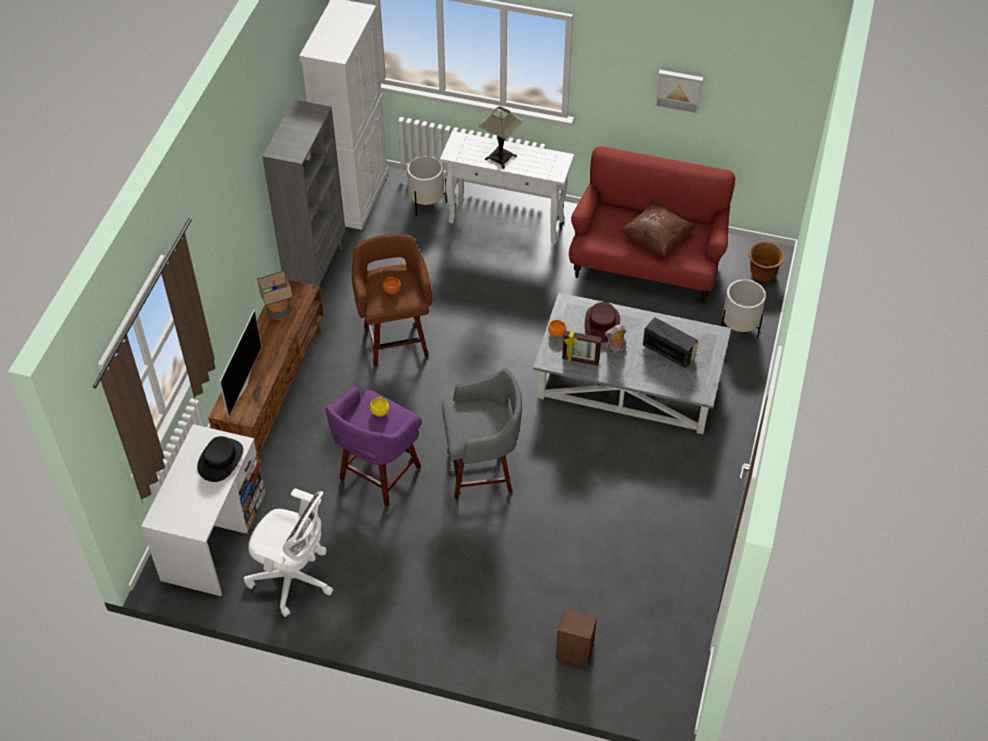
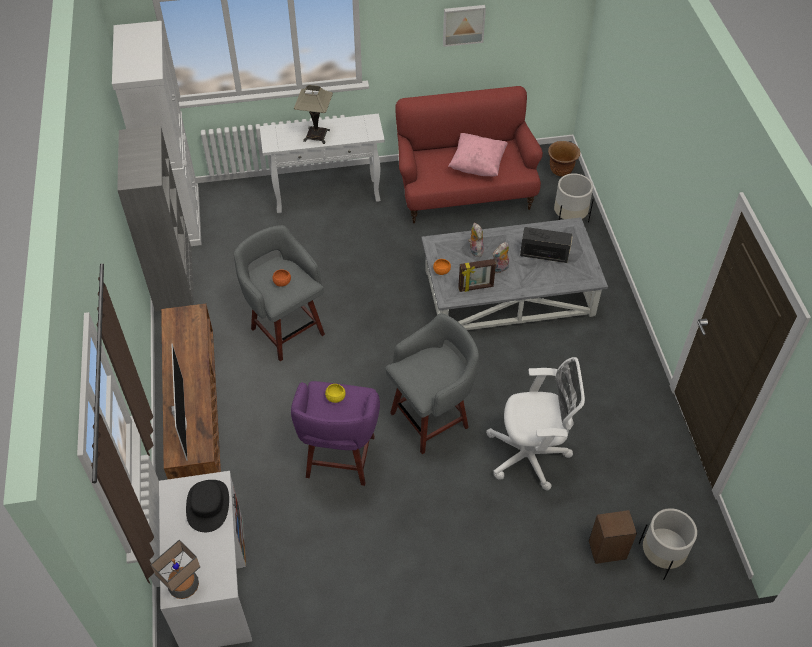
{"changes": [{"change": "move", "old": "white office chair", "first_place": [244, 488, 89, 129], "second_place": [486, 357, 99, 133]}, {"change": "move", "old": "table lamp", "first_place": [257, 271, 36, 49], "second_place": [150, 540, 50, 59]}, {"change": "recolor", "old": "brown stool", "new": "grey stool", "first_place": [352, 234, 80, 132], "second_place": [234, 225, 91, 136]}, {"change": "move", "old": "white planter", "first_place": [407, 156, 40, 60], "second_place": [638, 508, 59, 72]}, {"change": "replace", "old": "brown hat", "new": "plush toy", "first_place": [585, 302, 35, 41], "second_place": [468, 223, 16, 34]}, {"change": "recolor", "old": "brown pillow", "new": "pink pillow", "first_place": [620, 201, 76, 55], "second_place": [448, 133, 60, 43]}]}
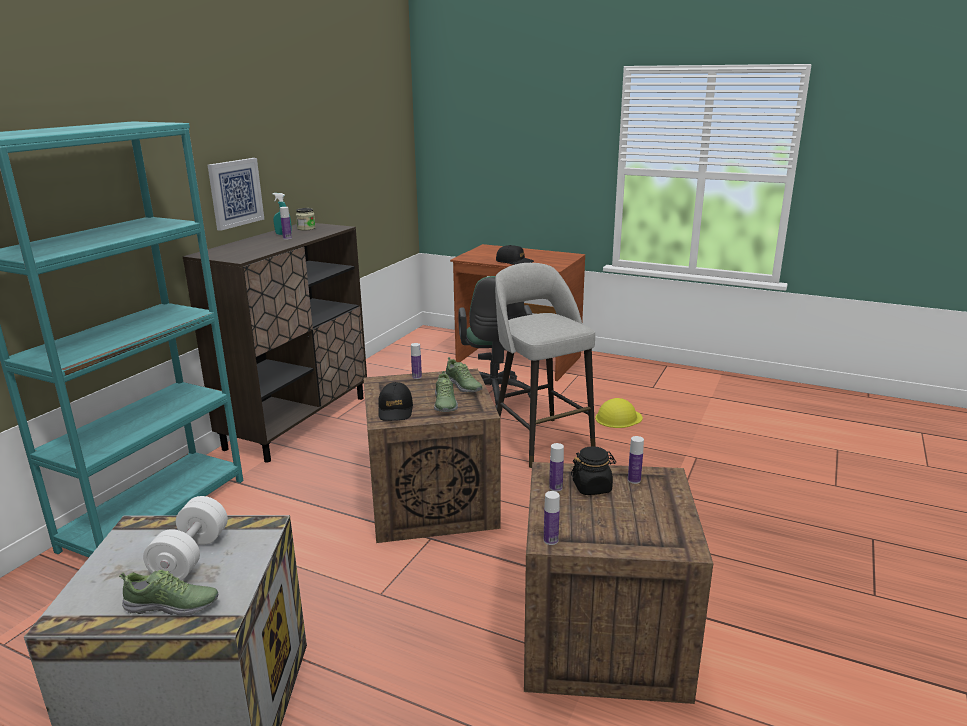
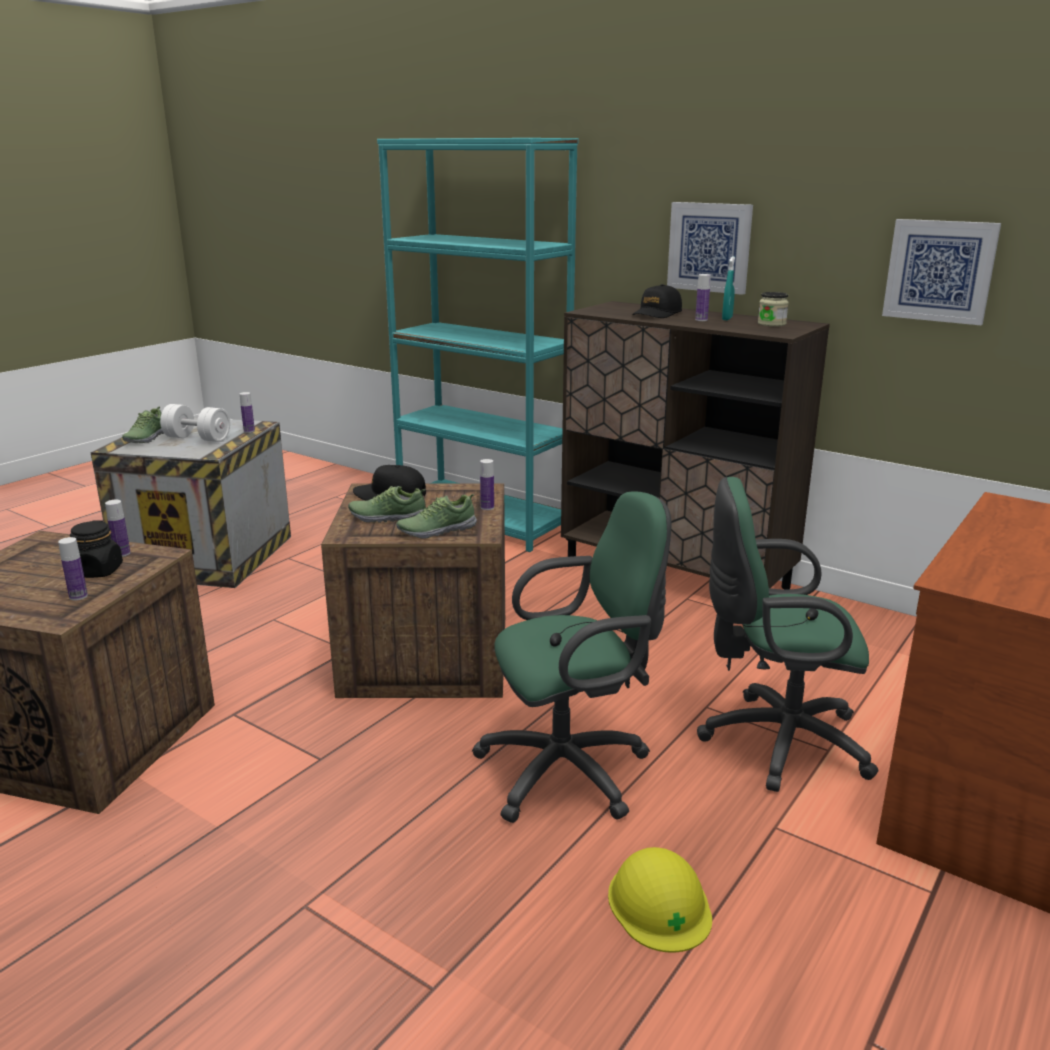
{"changes": [{"change": "replace", "old": "grey stool", "new": "green office chair", "first_place": [495, 263, 101, 205], "second_place": [472, 491, 200, 332]}, {"change": "move", "old": "black cap", "first_place": [496, 245, 38, 20], "second_place": [632, 284, 50, 34]}, {"change": "move", "old": "bottle", "first_place": [544, 491, 16, 54], "second_place": [240, 392, 15, 41]}, {"change": "insert", "new": "picture", "second_place": [882, 219, 119, 106]}]}
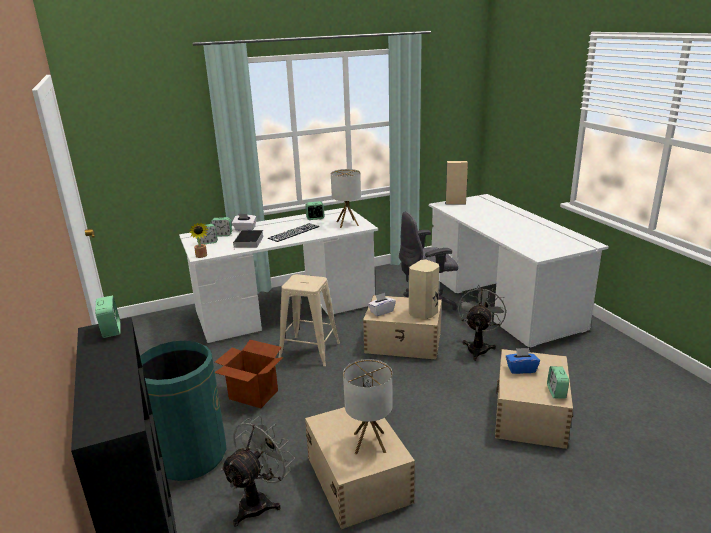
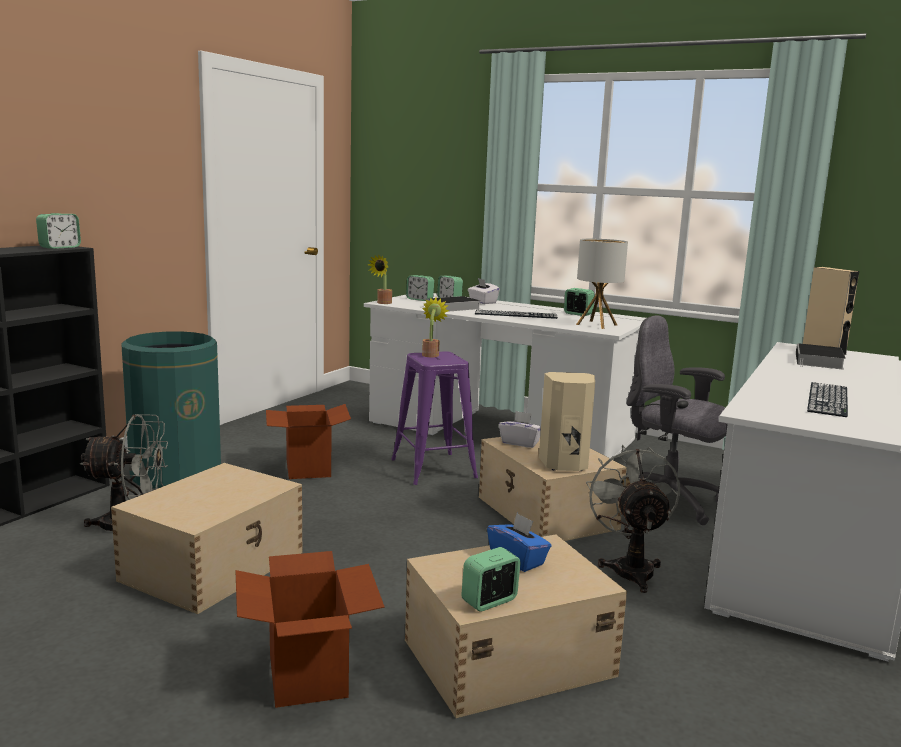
{"changes": [{"change": "recolor", "old": "beige stool", "new": "purple stool", "first_place": [278, 274, 62, 92], "second_place": [391, 351, 87, 134]}, {"change": "delete", "old": "table lamp", "first_place": [343, 359, 50, 95]}, {"change": "rotate", "old": "grey fan", "first_place": [458, 285, 49, 76], "second_place": [586, 445, 94, 148], "degrees": -75}, {"change": "insert", "new": "cardboard box", "second_place": [235, 551, 150, 157]}, {"change": "insert", "new": "potted plant", "second_place": [422, 297, 27, 60]}, {"change": "insert", "new": "book", "second_place": [796, 343, 50, 27]}, {"change": "insert", "new": "keyboard", "second_place": [807, 382, 41, 35]}]}
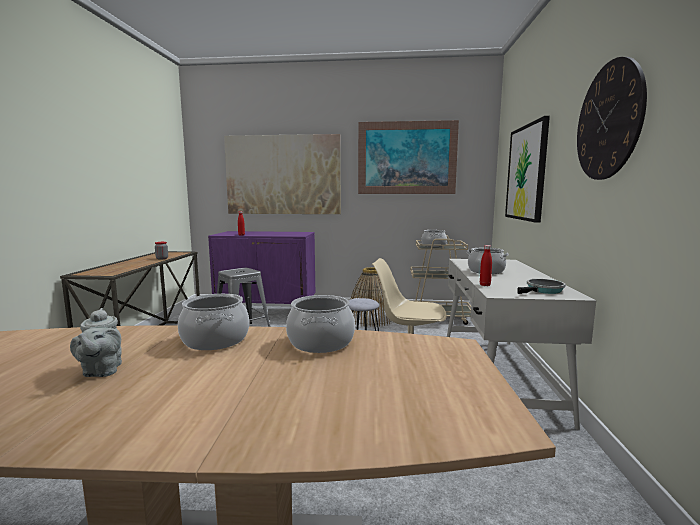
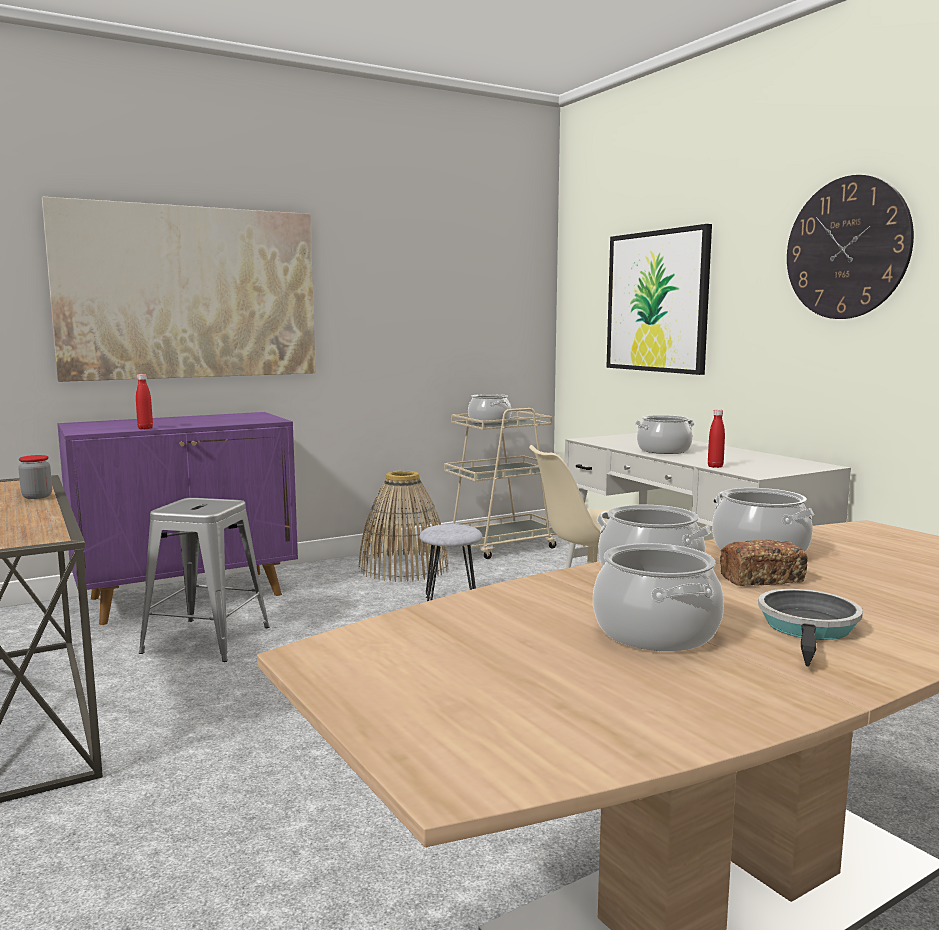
{"changes": [{"change": "replace", "old": "grey teapot", "new": "cooking pot", "first_place": [70, 308, 52, 69], "second_place": [593, 543, 131, 108]}, {"change": "delete", "old": "picture", "first_place": [358, 120, 101, 74]}, {"change": "move", "old": "frying pan", "first_place": [517, 279, 49, 15], "second_place": [758, 589, 105, 78]}, {"change": "insert", "new": "bread", "second_place": [720, 540, 88, 46]}]}
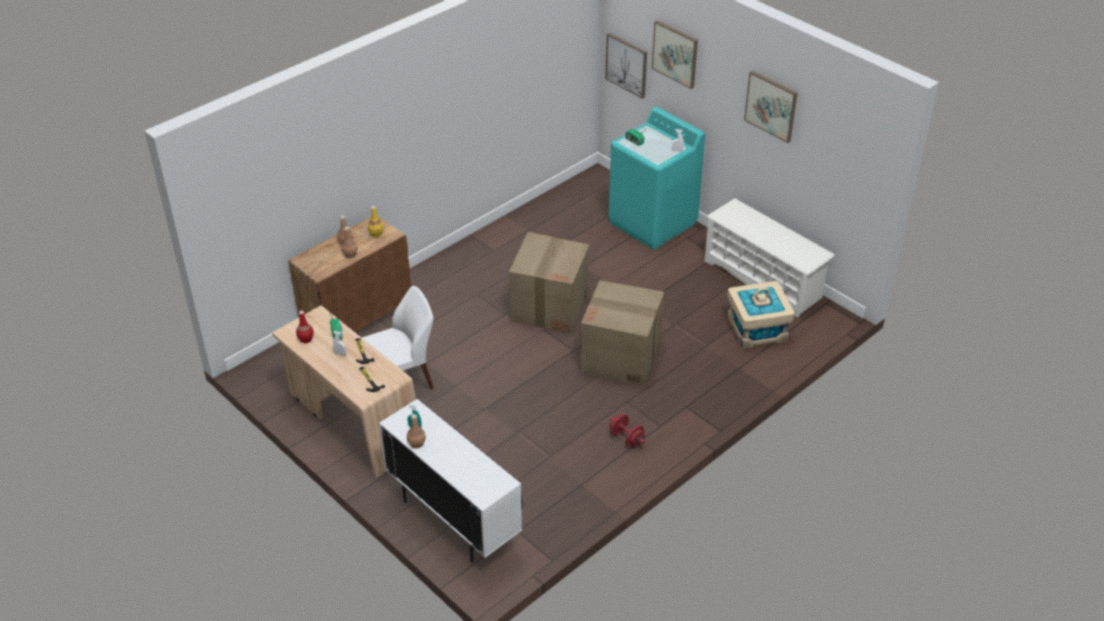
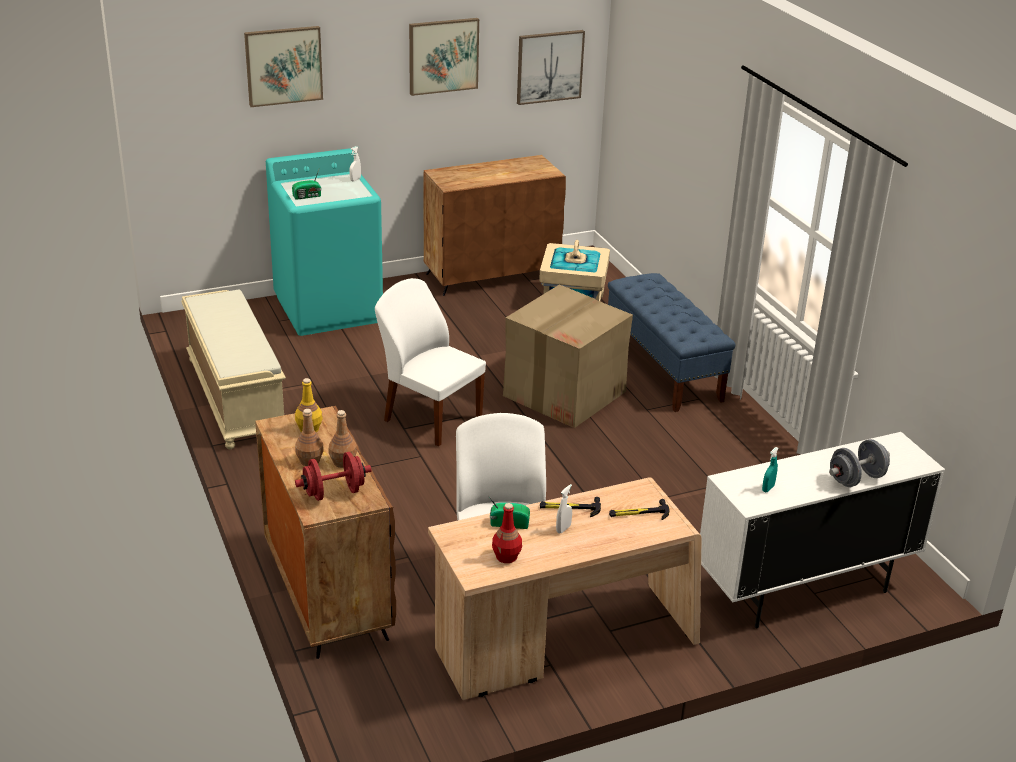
{"changes": [{"change": "delete", "old": "brown bottle", "first_place": [407, 414, 19, 34]}, {"change": "replace", "old": "cardboard box", "new": "white chair", "first_place": [509, 232, 81, 101], "second_place": [375, 278, 111, 169]}, {"change": "move", "old": "picture", "first_place": [605, 33, 42, 66], "second_place": [517, 30, 68, 75]}, {"change": "move", "old": "red dumbbell", "first_place": [610, 414, 35, 33], "second_place": [295, 452, 77, 49]}, {"change": "replace", "old": "white shoe rack", "new": "brown cabinet", "first_place": [704, 198, 131, 120], "second_place": [424, 155, 142, 141]}, {"change": "insert", "new": "beige bench", "second_place": [181, 290, 105, 159]}, {"change": "insert", "new": "blue bench", "second_place": [608, 273, 128, 139]}, {"change": "insert", "new": "grey dumbbell", "second_place": [829, 439, 61, 48]}]}
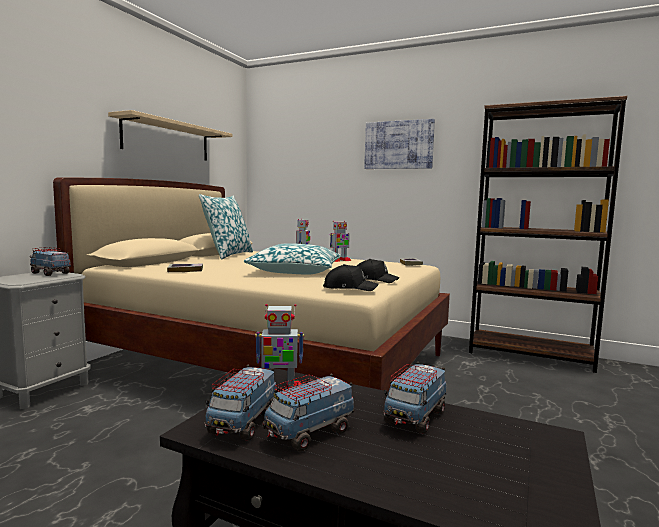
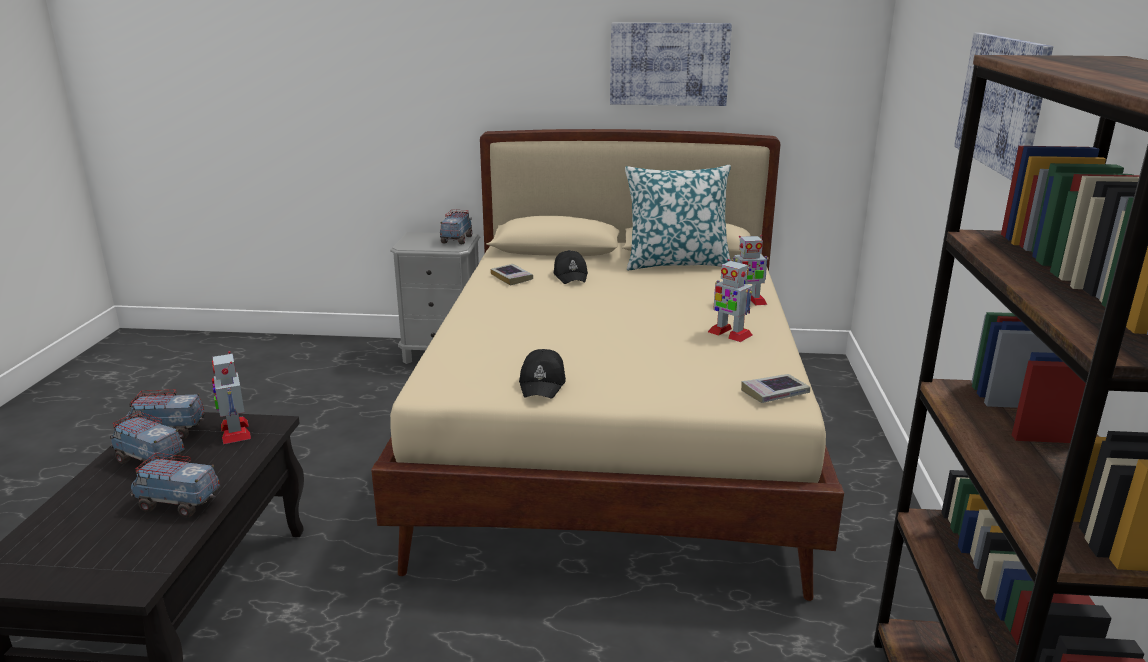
{"changes": [{"change": "replace", "old": "beige shelf", "new": "picture", "first_place": [108, 110, 125, 51], "second_place": [610, 23, 122, 83]}, {"change": "delete", "old": "pillow", "first_place": [244, 243, 97, 32]}, {"change": "move", "old": "black cap", "first_place": [323, 264, 56, 27], "second_place": [553, 250, 35, 34]}]}
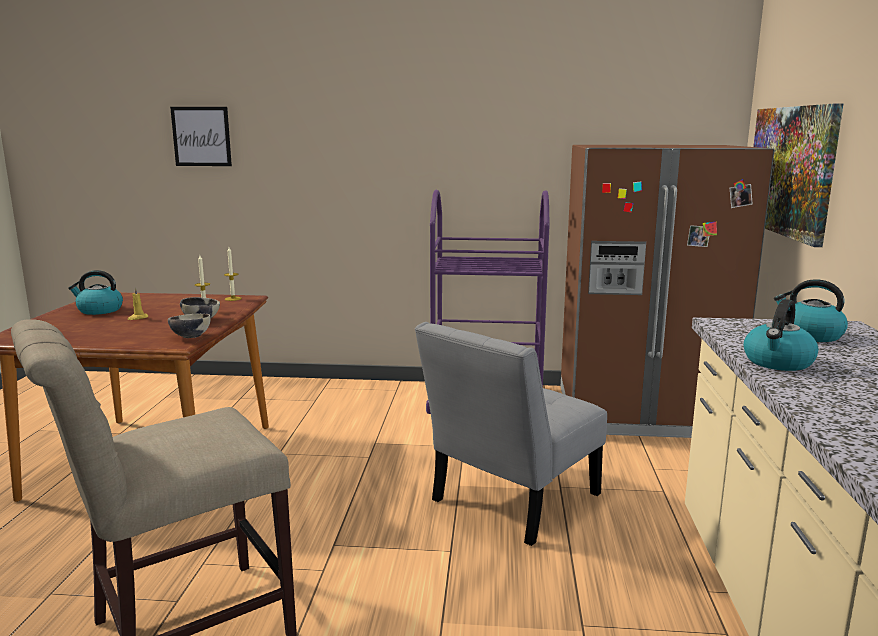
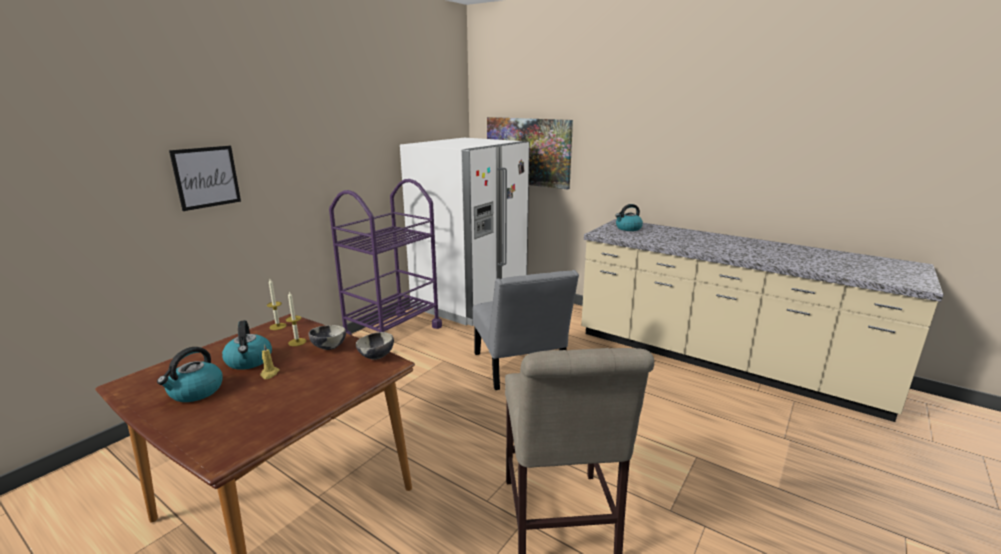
{"changes": [{"change": "move", "old": "picture", "first_place": [170, 107, 62, 59], "second_place": [169, 146, 72, 65]}, {"change": "recolor", "old": "brown fridge", "new": "white fridge", "first_place": [561, 145, 213, 293], "second_place": [400, 138, 130, 188]}, {"change": "move", "old": "kettle", "first_place": [743, 299, 75, 72], "second_place": [222, 320, 50, 50]}]}
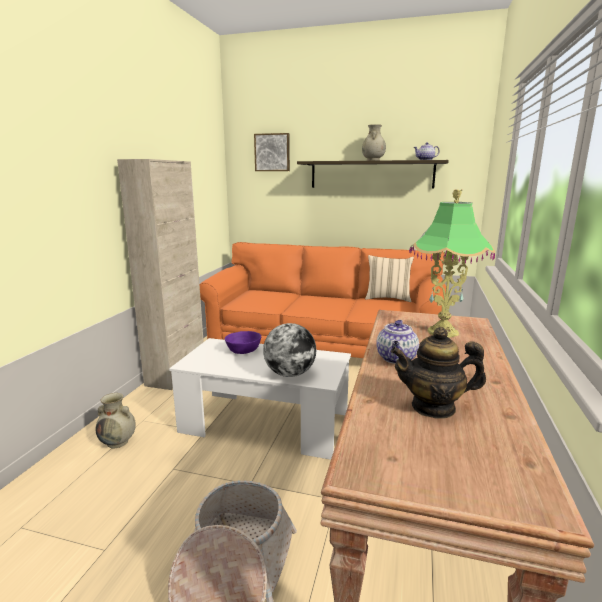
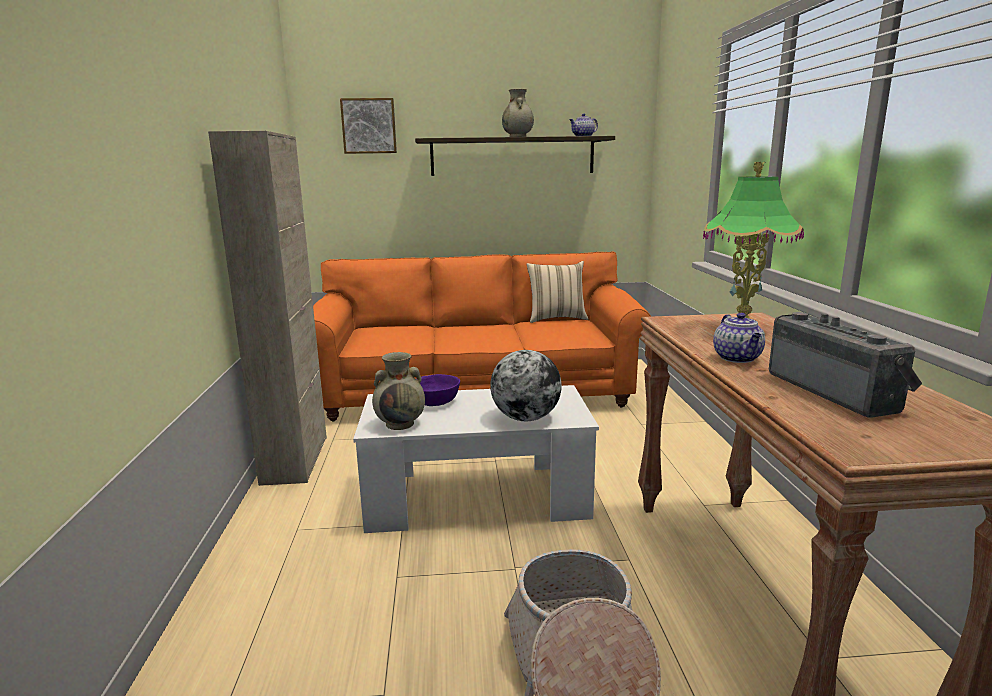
{"changes": [{"change": "move", "old": "beige vase", "first_place": [95, 393, 41, 55], "second_place": [372, 352, 53, 78]}, {"change": "replace", "old": "teapot", "new": "radio", "first_place": [391, 327, 95, 91], "second_place": [769, 312, 153, 105]}]}
